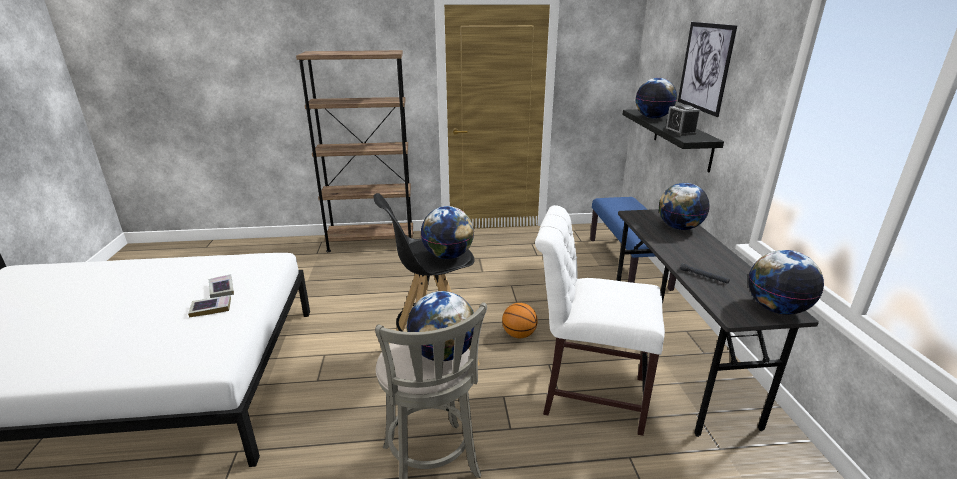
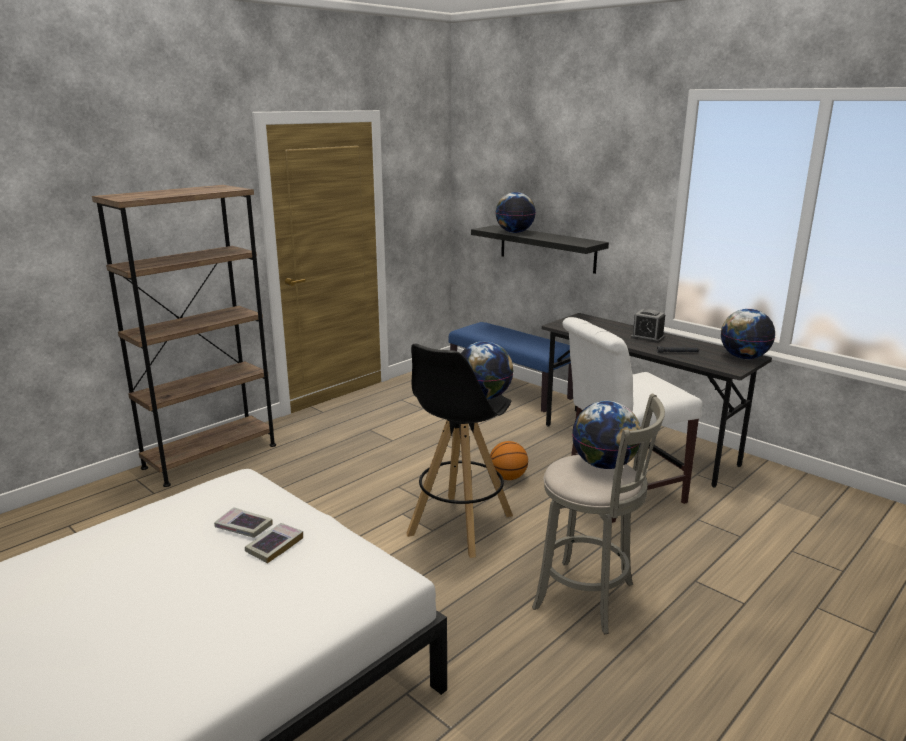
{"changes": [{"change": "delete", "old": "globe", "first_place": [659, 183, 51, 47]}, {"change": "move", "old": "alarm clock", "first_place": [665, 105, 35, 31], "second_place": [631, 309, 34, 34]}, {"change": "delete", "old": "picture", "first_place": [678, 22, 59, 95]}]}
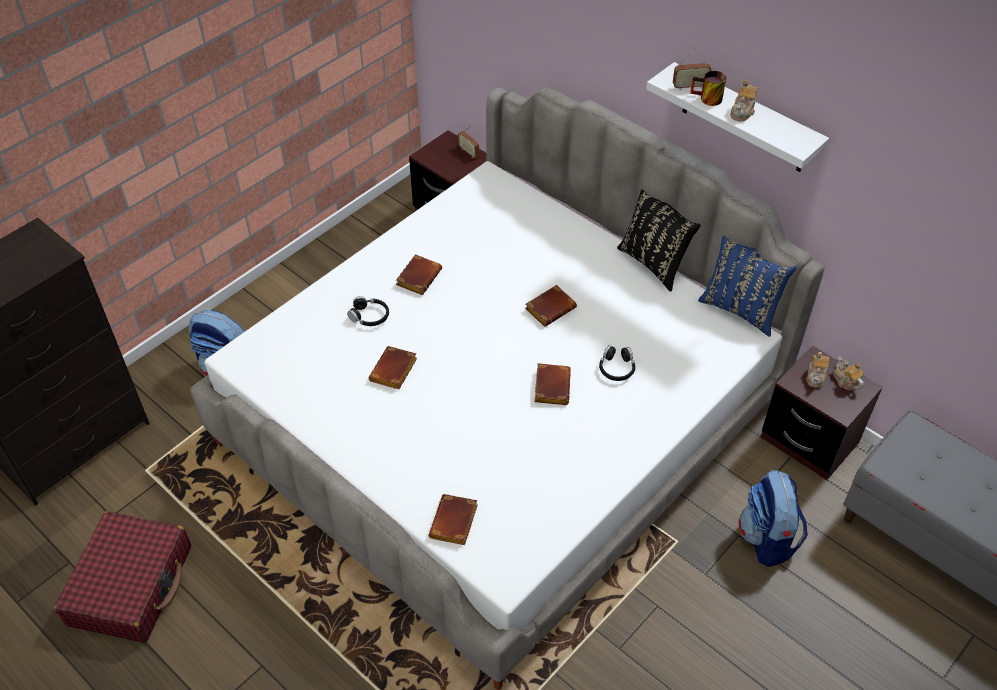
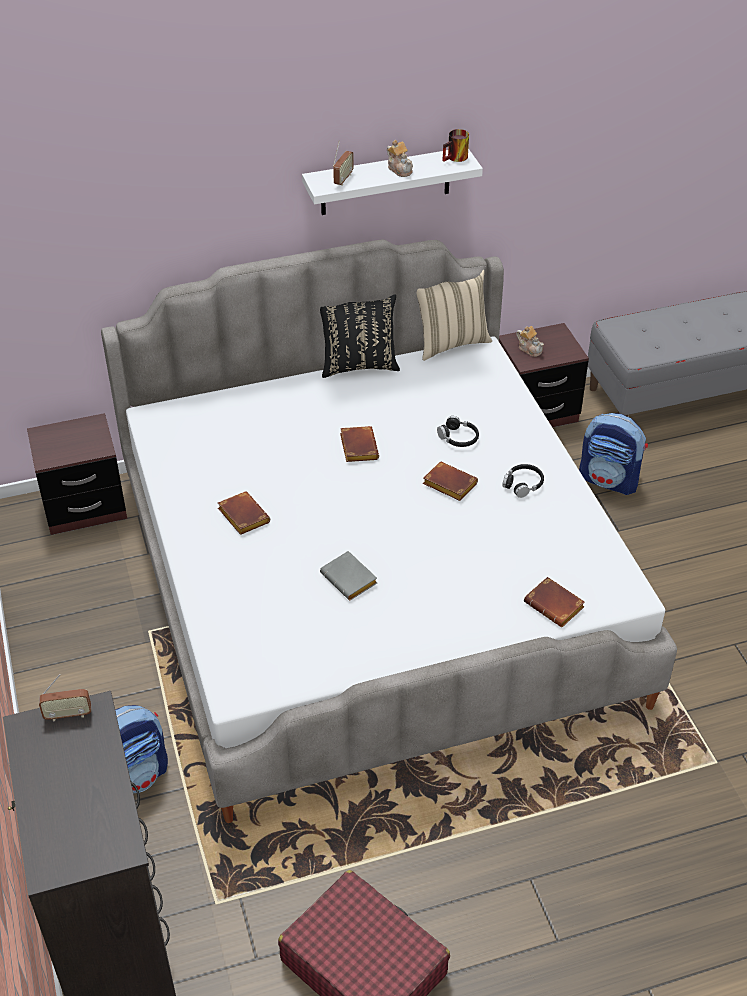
{"changes": [{"change": "move", "old": "black headphones", "first_place": [347, 296, 42, 30], "second_place": [502, 464, 42, 34]}, {"change": "recolor", "old": "brown book", "new": "grey book", "first_place": [369, 346, 48, 43], "second_place": [320, 551, 57, 49]}, {"change": "move", "old": "radio", "first_place": [458, 125, 21, 33], "second_place": [39, 674, 52, 48]}, {"change": "move", "old": "mug", "first_place": [690, 71, 36, 35], "second_place": [442, 129, 27, 33]}, {"change": "recolor", "old": "blue pillow", "new": "beige pillow", "first_place": [698, 236, 99, 101], "second_place": [417, 270, 75, 91]}, {"change": "delete", "old": "teapot", "first_place": [834, 356, 30, 34]}]}
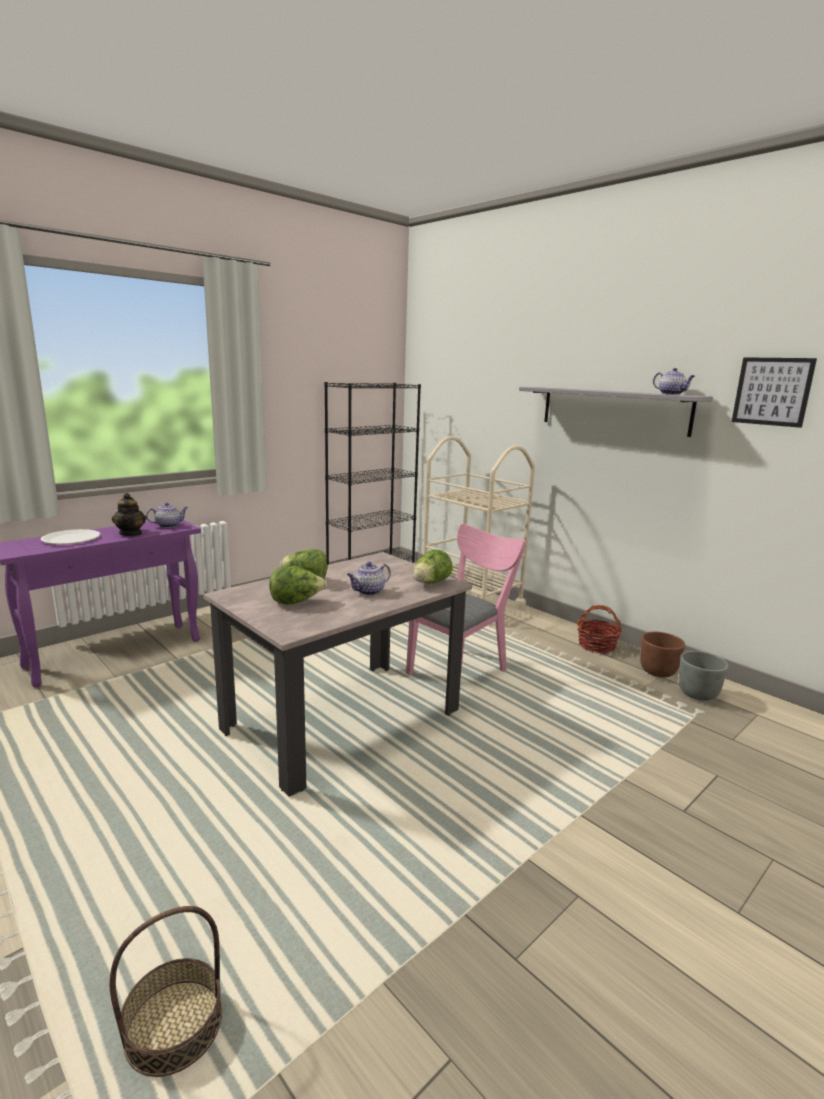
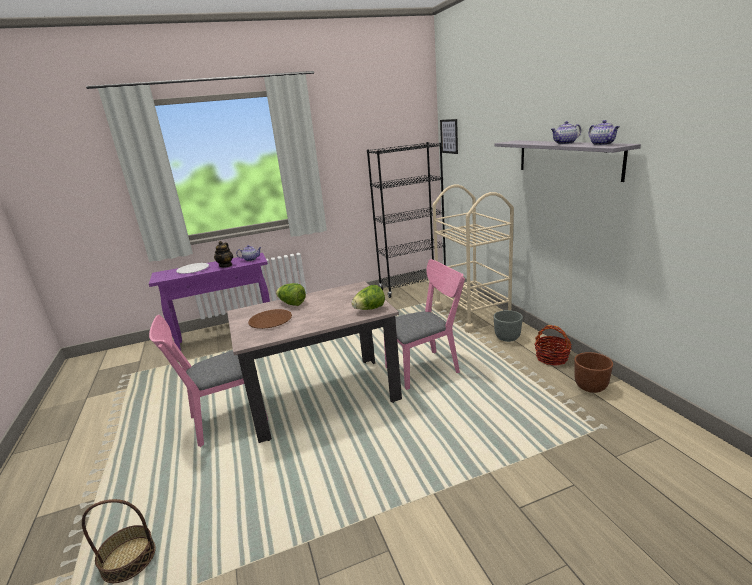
{"changes": [{"change": "replace", "old": "lettuce", "new": "brown plate", "first_place": [269, 566, 58, 39], "second_place": [248, 309, 44, 20]}, {"change": "move", "old": "teapot", "first_place": [347, 562, 44, 33], "second_place": [551, 121, 30, 23]}, {"change": "move", "old": "grey planter", "first_place": [679, 651, 50, 50], "second_place": [494, 310, 29, 32]}, {"change": "move", "old": "picture", "first_place": [732, 357, 85, 71], "second_place": [440, 119, 18, 35]}, {"change": "insert", "new": "pink chair", "second_place": [149, 315, 119, 132]}]}
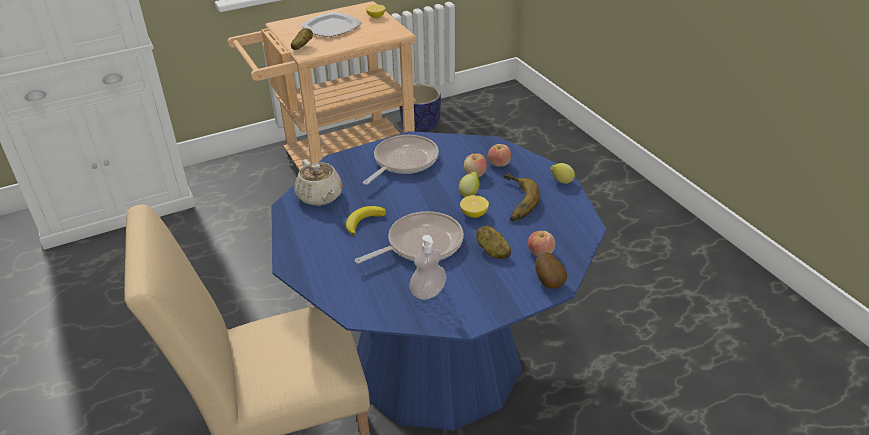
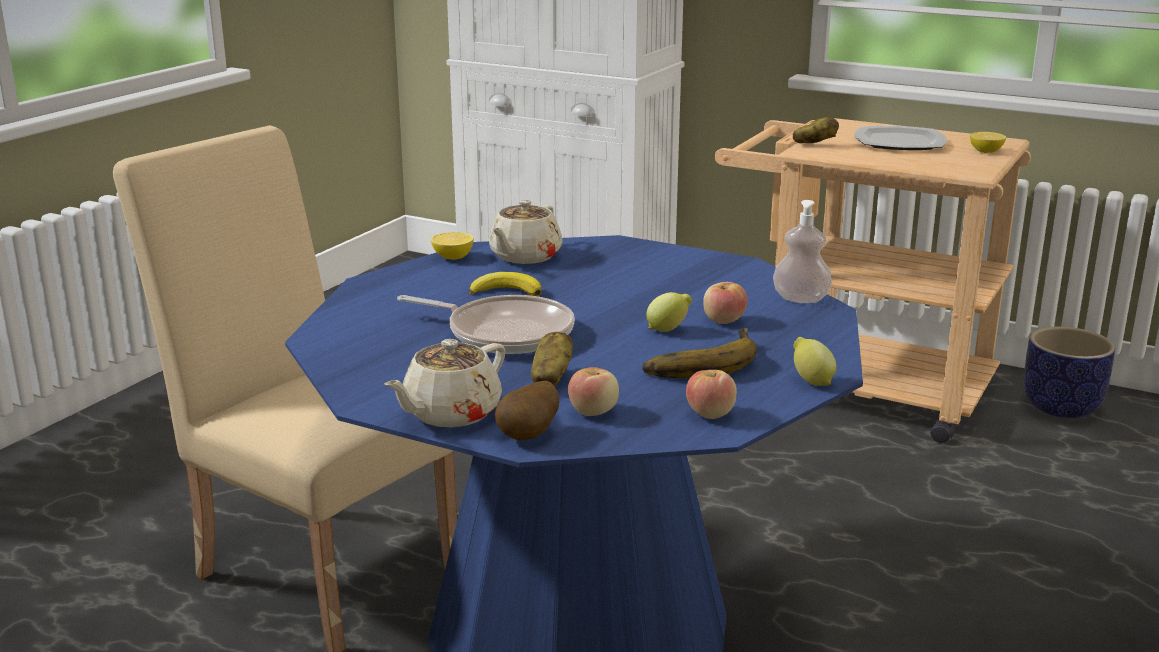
{"changes": [{"change": "delete", "old": "frying pan", "first_place": [363, 135, 76, 50]}, {"change": "move", "old": "soap dispenser", "first_place": [409, 235, 38, 65], "second_place": [773, 200, 59, 103]}, {"change": "move", "old": "lemon", "first_place": [460, 195, 29, 23], "second_place": [431, 232, 43, 28]}, {"change": "move", "old": "apple", "first_place": [488, 144, 23, 23], "second_place": [686, 370, 51, 49]}, {"change": "insert", "new": "beige teapot", "second_place": [384, 339, 121, 89]}]}
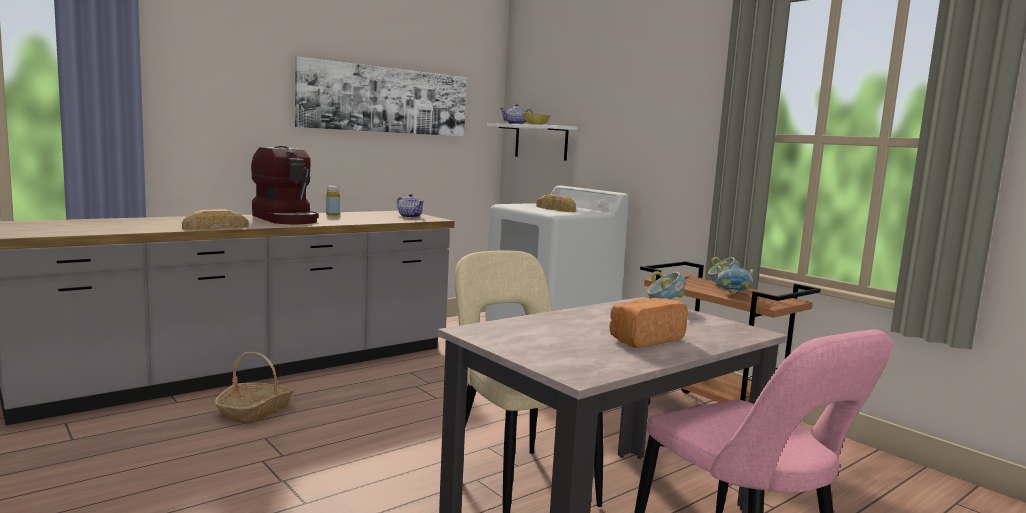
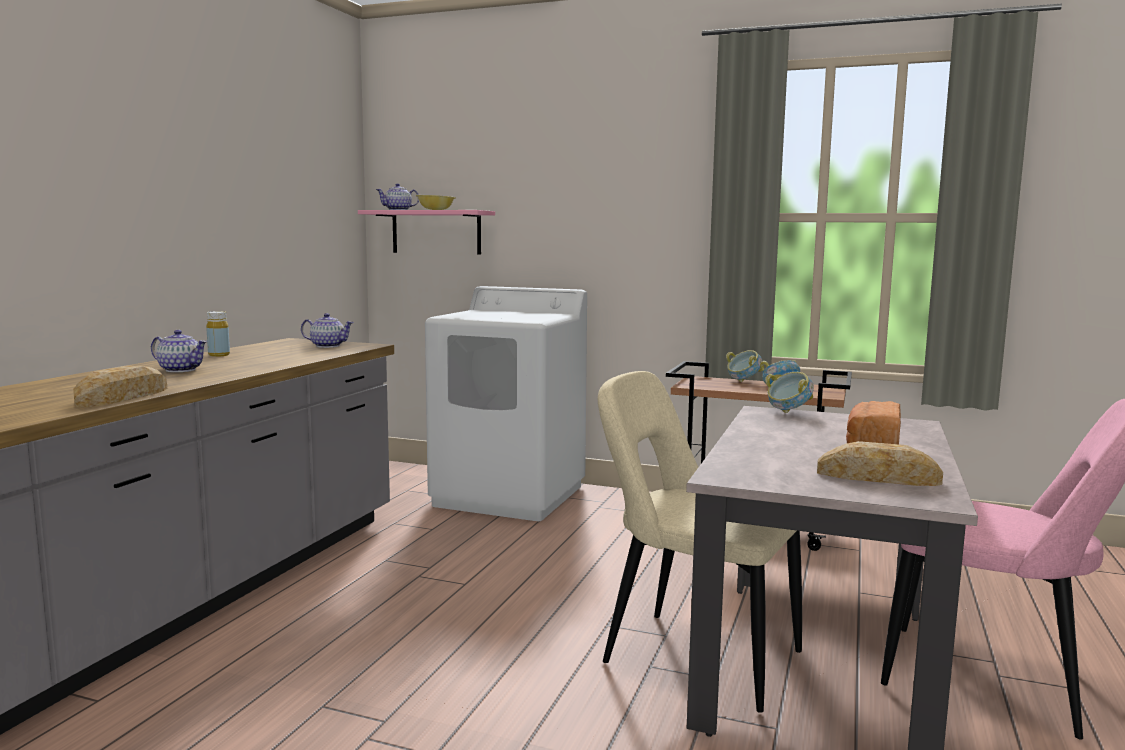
{"changes": [{"change": "delete", "old": "basket", "first_place": [215, 352, 79, 72]}, {"change": "replace", "old": "coffee machine", "new": "teapot", "first_place": [251, 146, 68, 78], "second_place": [151, 330, 56, 42]}, {"change": "delete", "old": "picture", "first_place": [295, 57, 172, 79]}, {"change": "recolor", "old": "white shelf", "new": "pink shelf", "first_place": [487, 123, 91, 38], "second_place": [358, 210, 137, 44]}, {"change": "move", "old": "bread", "first_place": [536, 194, 40, 18], "second_place": [817, 441, 126, 45]}]}
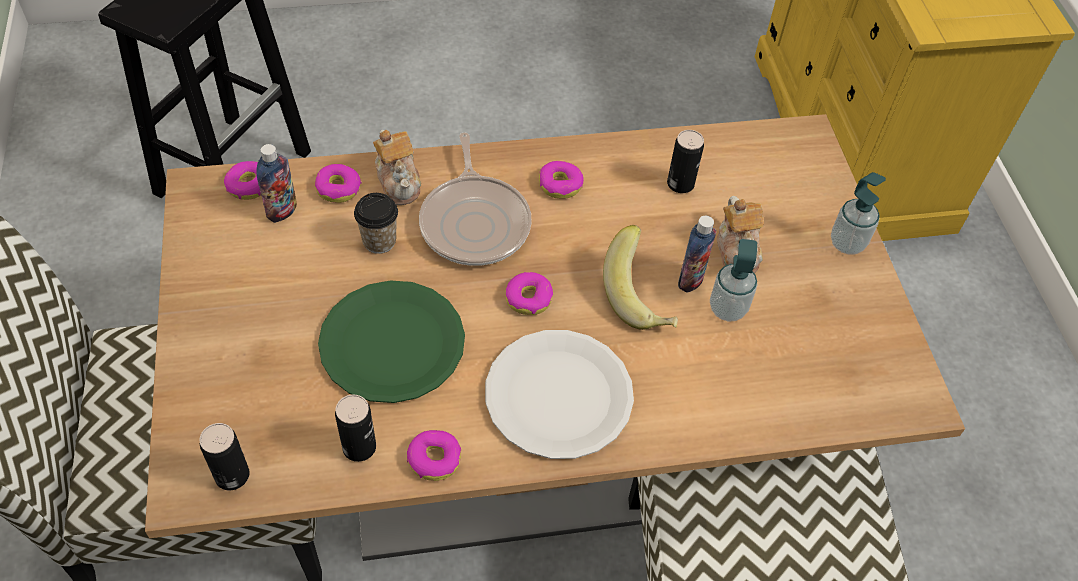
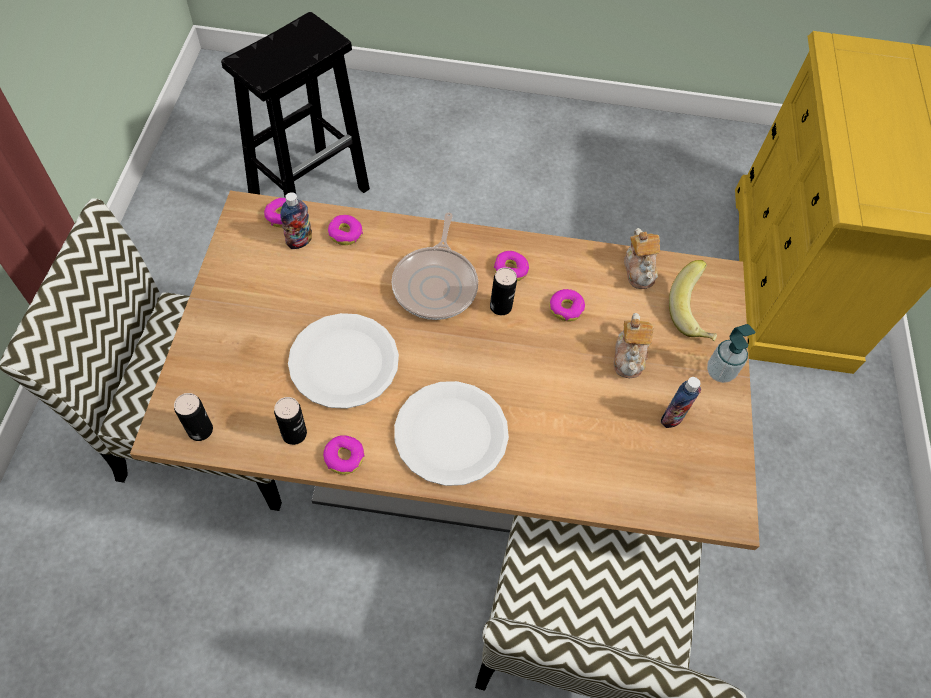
{"changes": [{"change": "recolor", "old": "green plate", "new": "white plate", "first_place": [318, 280, 147, 123], "second_place": [288, 313, 111, 96]}, {"change": "delete", "old": "cup", "first_place": [354, 193, 44, 61]}, {"change": "move", "old": "teapot", "first_place": [373, 130, 48, 75], "second_place": [624, 228, 36, 61]}, {"change": "move", "old": "donut", "first_place": [505, 272, 48, 43], "second_place": [549, 289, 36, 33]}, {"change": "move", "old": "banana", "first_place": [603, 225, 75, 105], "second_place": [669, 260, 48, 81]}, {"change": "move", "old": "can", "first_place": [667, 130, 37, 63], "second_place": [490, 267, 27, 48]}, {"change": "move", "old": "bottle", "first_place": [678, 216, 38, 76], "second_place": [661, 377, 40, 51]}, {"change": "delete", "old": "soap dispenser", "first_place": [710, 239, 47, 82]}]}
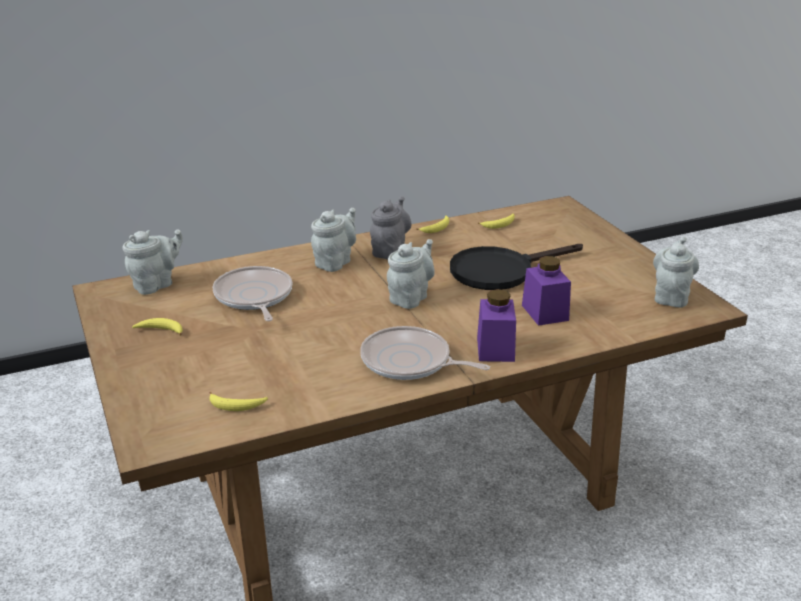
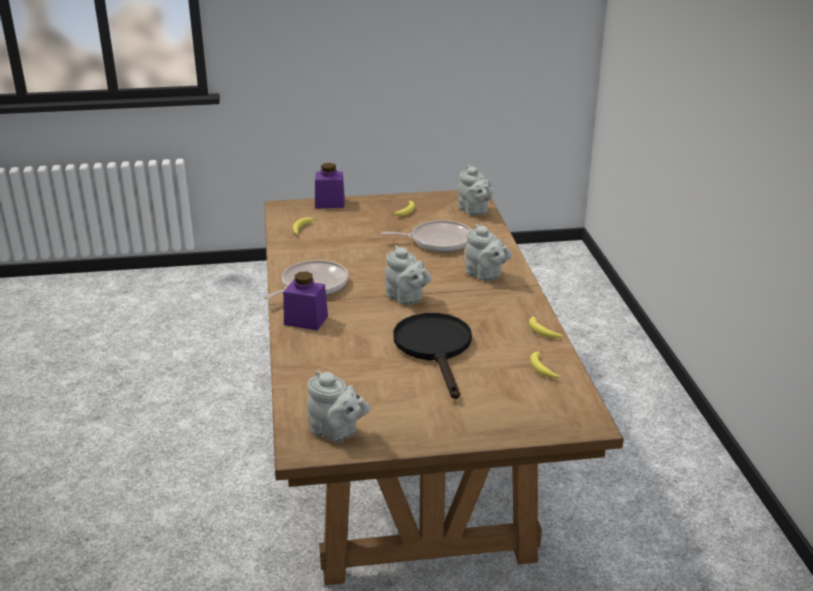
{"changes": [{"change": "delete", "old": "grey teapot", "first_place": [370, 196, 41, 64]}, {"change": "move", "old": "purple jar", "first_place": [522, 256, 49, 70], "second_place": [315, 163, 30, 45]}]}
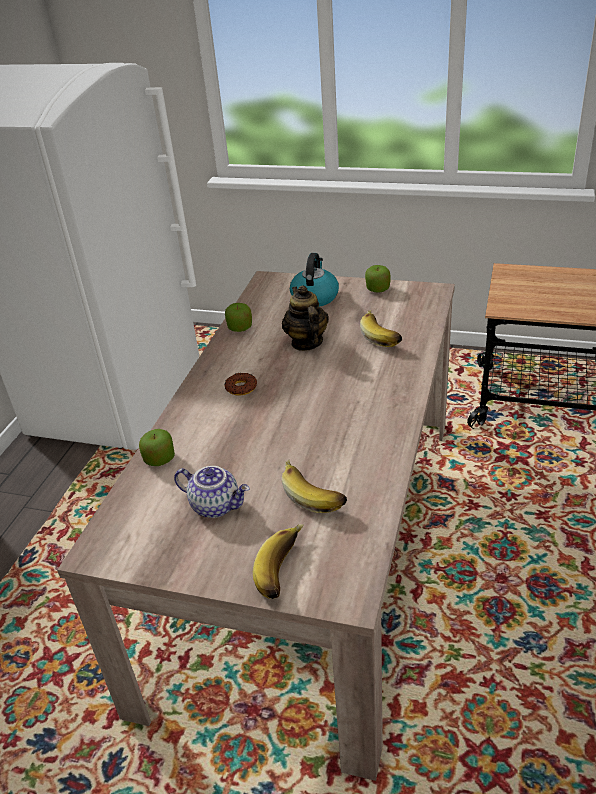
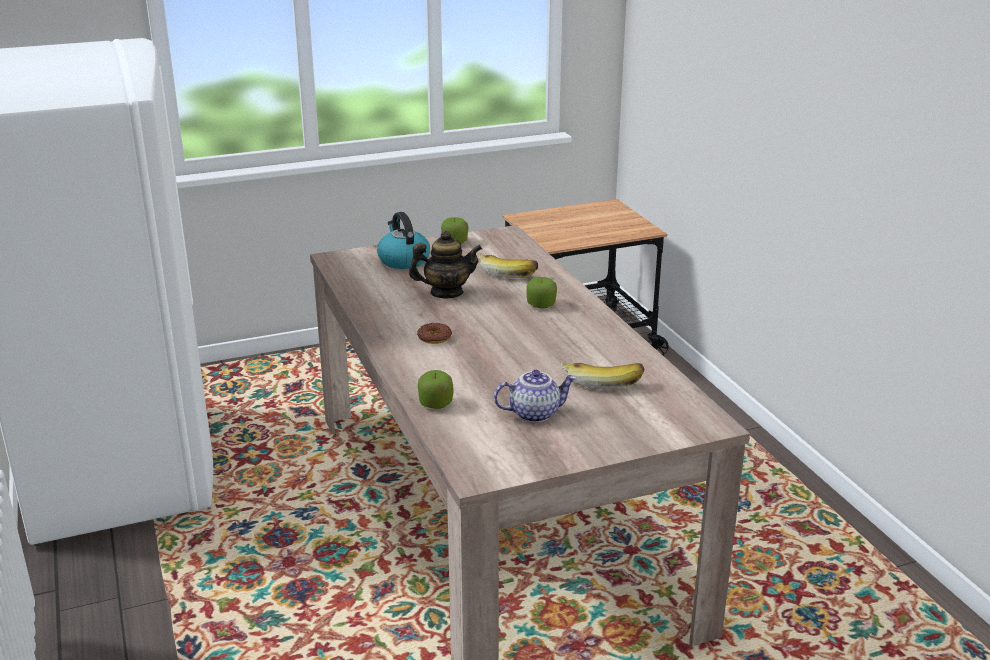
{"changes": [{"change": "move", "old": "apple", "first_place": [225, 303, 27, 29], "second_place": [526, 277, 31, 32]}, {"change": "delete", "old": "banana", "first_place": [253, 524, 51, 75]}, {"change": "rotate", "old": "teapot", "first_place": [282, 285, 47, 66], "second_place": [409, 230, 73, 69], "degrees": 135}]}
